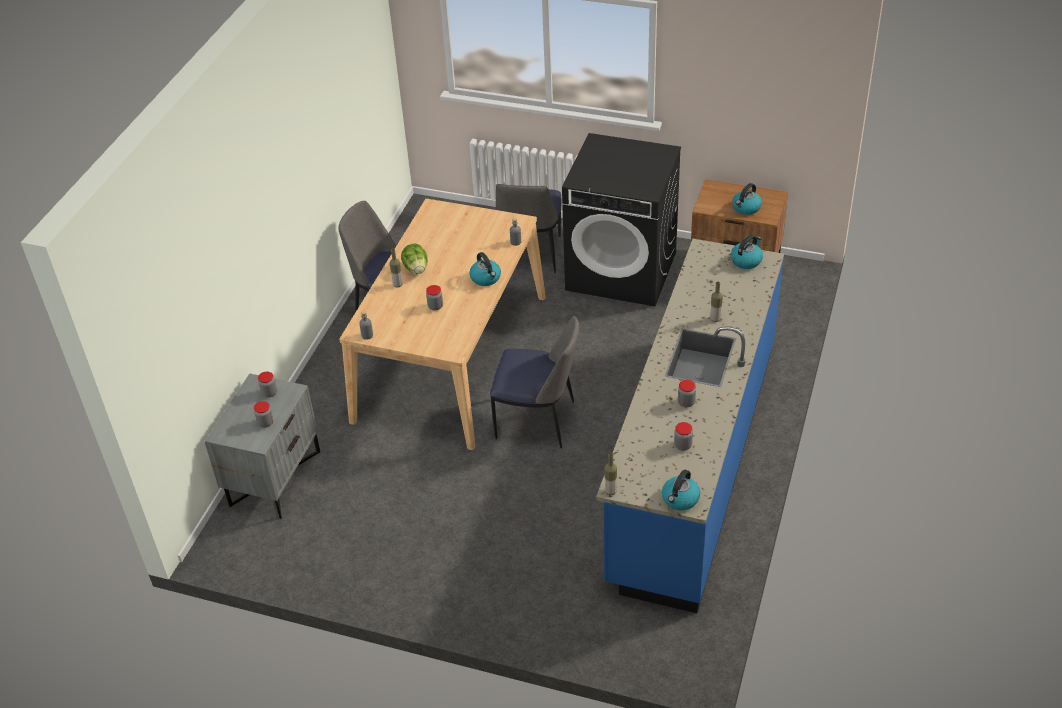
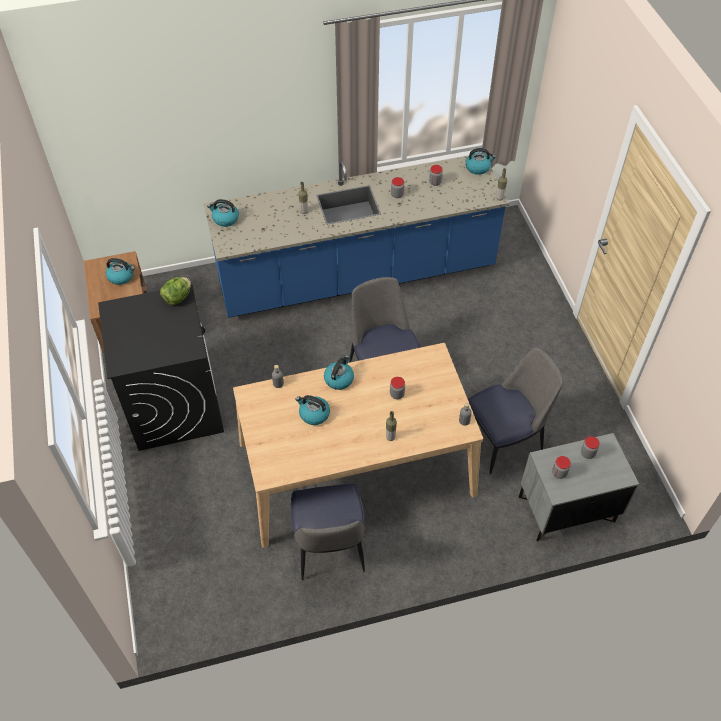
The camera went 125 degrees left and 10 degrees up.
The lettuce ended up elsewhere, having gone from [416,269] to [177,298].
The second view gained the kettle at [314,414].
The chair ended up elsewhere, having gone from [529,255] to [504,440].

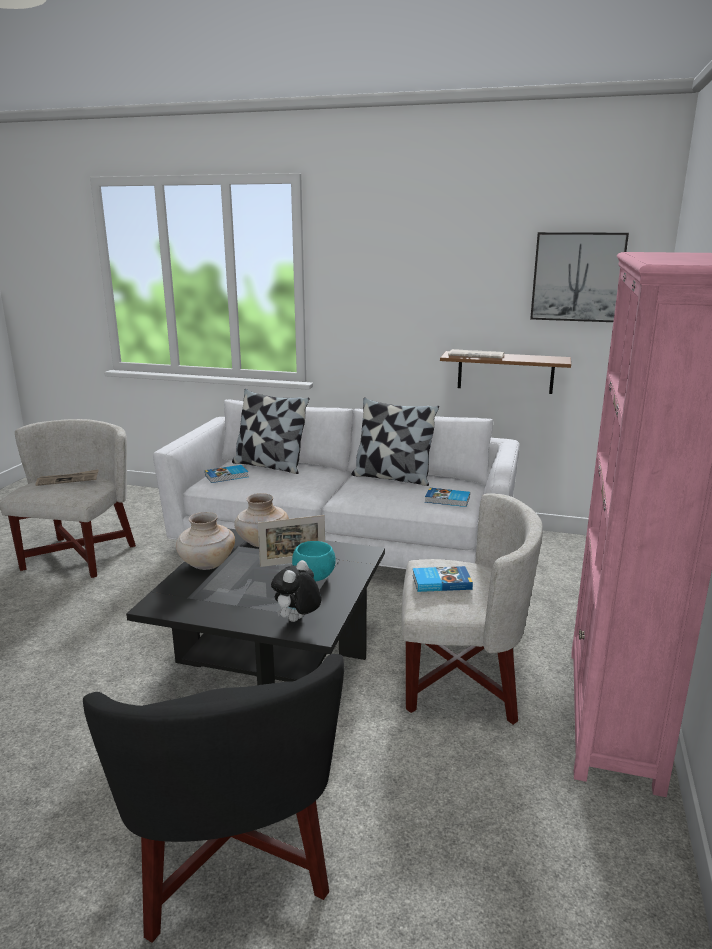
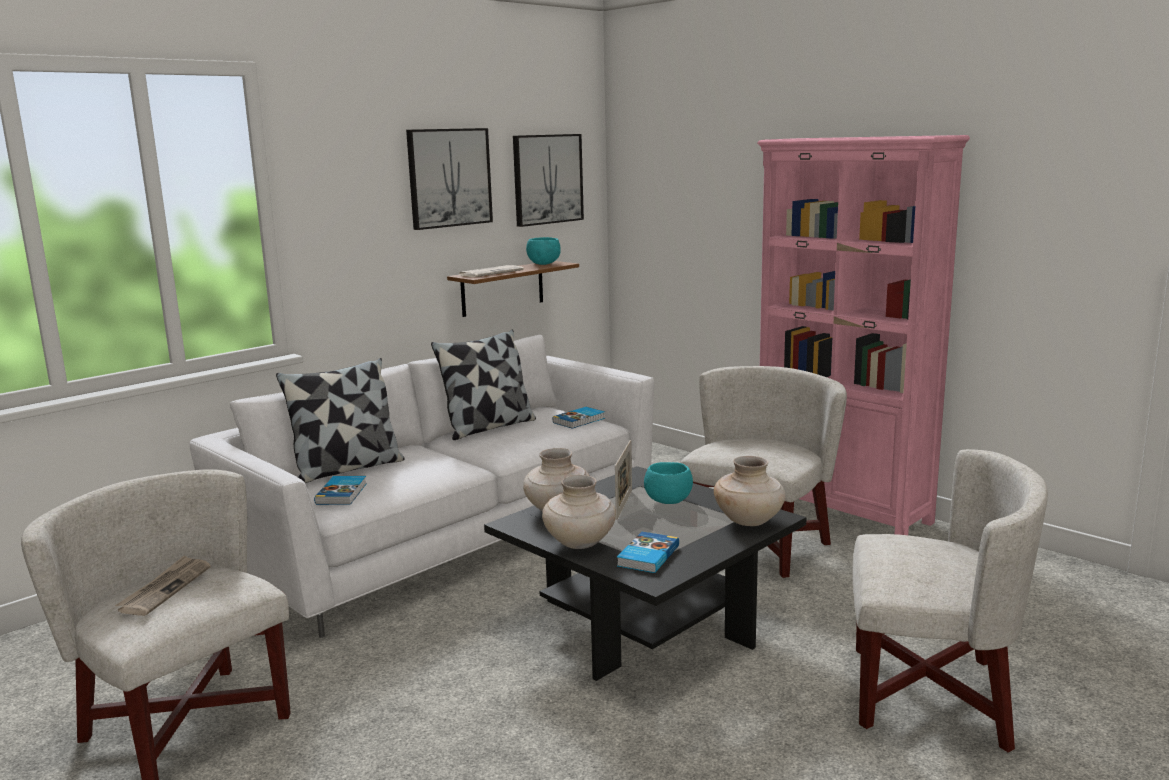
The camera went 60 degrees left and 5 degrees down.
The second view gained the picture at [449,177].
The second view gained the turquoise bowl at [544,264].
The book ended up elsewhere, having gone from [441,582] to [647,556].
Where the plush toy stood at [297,620], the beige vase came to stand at [749,521].
What was the black armchair at [232,858] turned into the white armchair at [931,695].

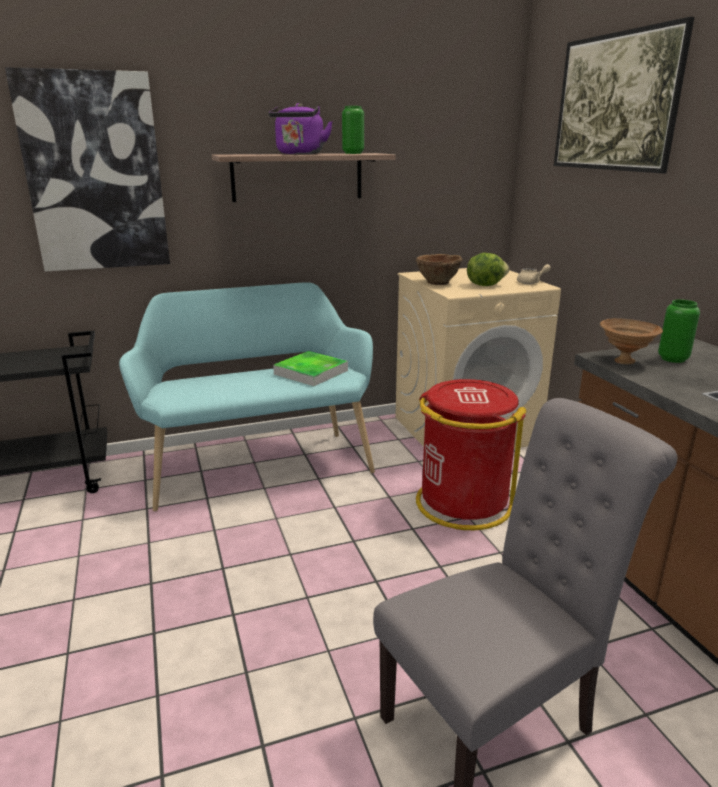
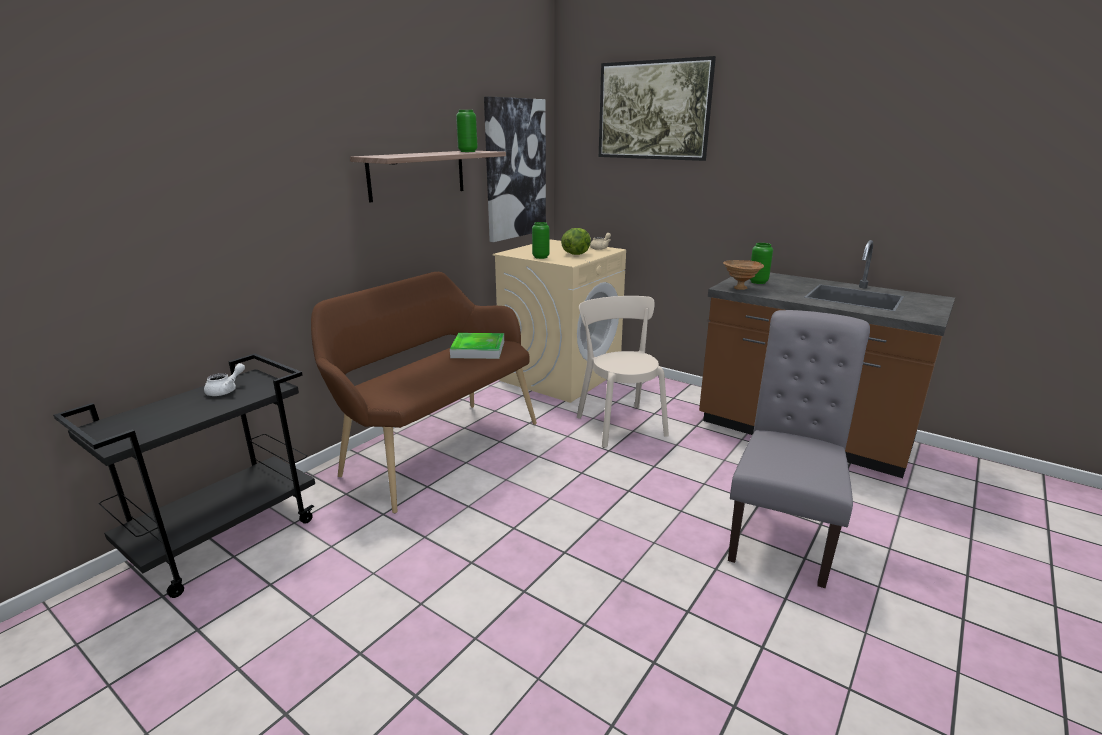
The camera went 35 degrees left and 0 degrees up.
The second view gained the white teapot at [226,390].
What was the turquoise bench at [258,464] turned into the brown bench at [436,447].
The picture ended up elsewhere, having gone from [95,173] to [515,169].
Where the brown bowl stood at [437,283], the green vase came to stand at [540,257].
Where the red trash can stood at [462,503], the beige chair came to stand at [619,424].
The second view lost the purple kettle at [299,154].

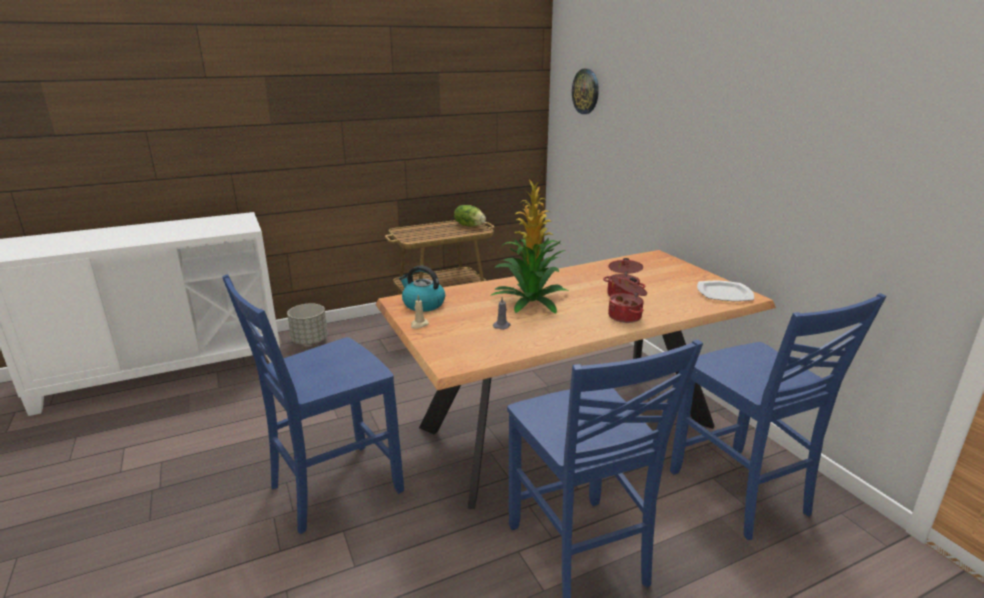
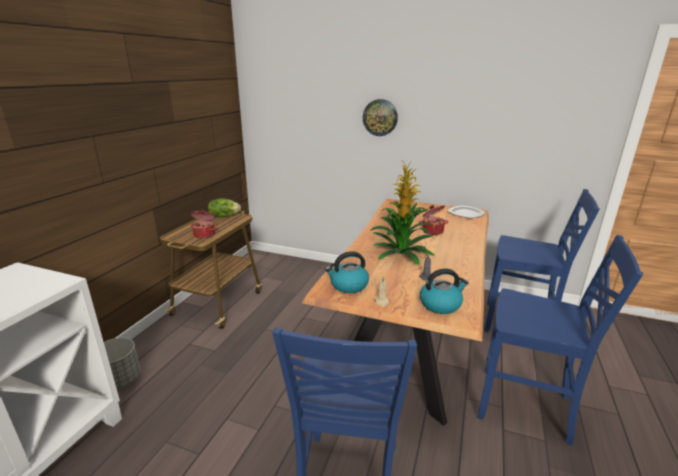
The camera went 45 degrees left and 0 degrees up.
The cooking pot ended up elsewhere, having gone from [625,316] to [205,234].
The wall clock ended up elsewhere, having gone from [586,91] to [380,117].
The second view gained the kettle at [440,304].

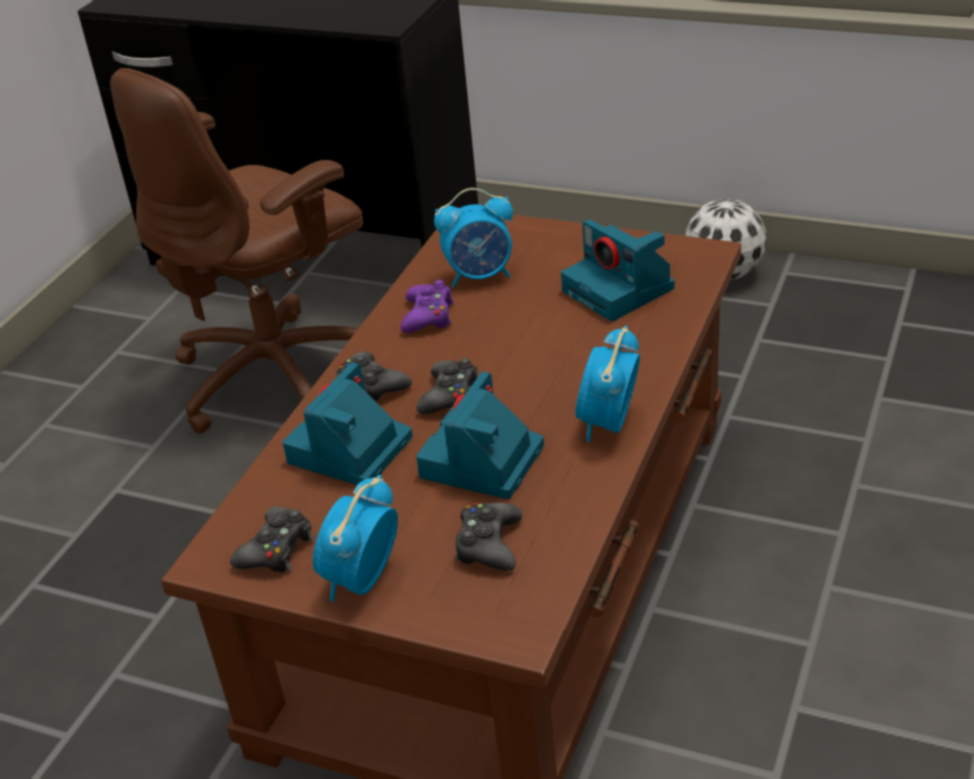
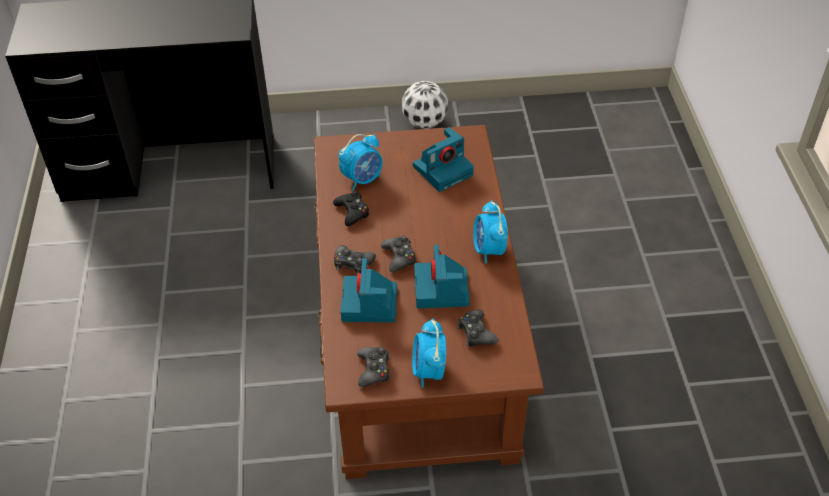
The camera went 30 degrees left and 10 degrees up.
What was the purple game controller at [428,316] turned into the black game controller at [352,212].
The photo camera at [620,290] ended up facing another way, 60 degrees counterclockwise from before.
The second view lost the brown office chair at [279,375].

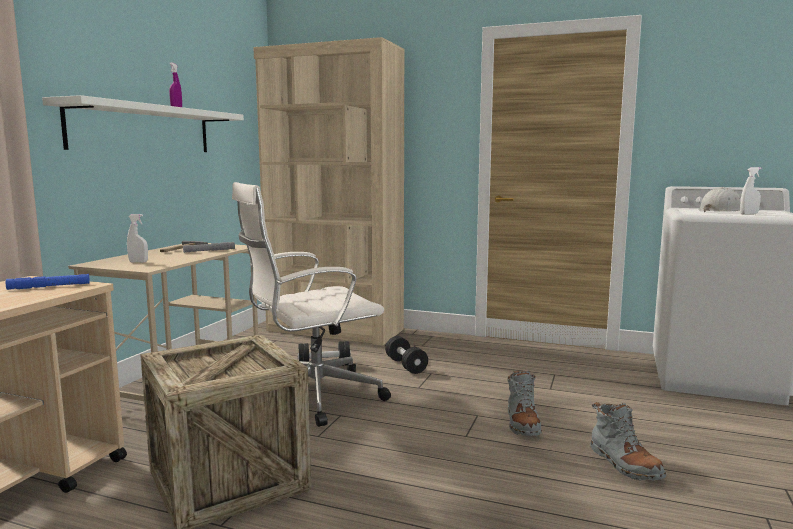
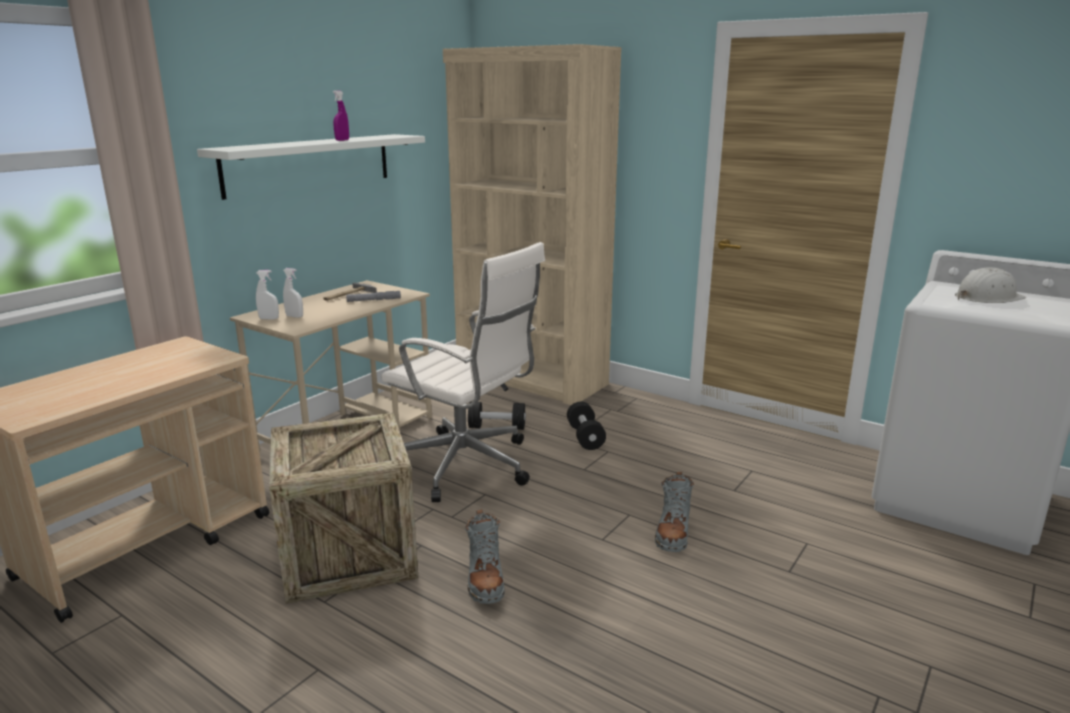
The camera went 15 degrees right and 10 degrees up.
The white spray bottle ended up elsewhere, having gone from [749,214] to [269,319].
The white office chair at [311,396] ended up facing another way, 135 degrees counterclockwise from before.
The grey boot ended up elsewhere, having gone from [624,464] to [485,579].
The second view lost the blue flashlight at [49,286].

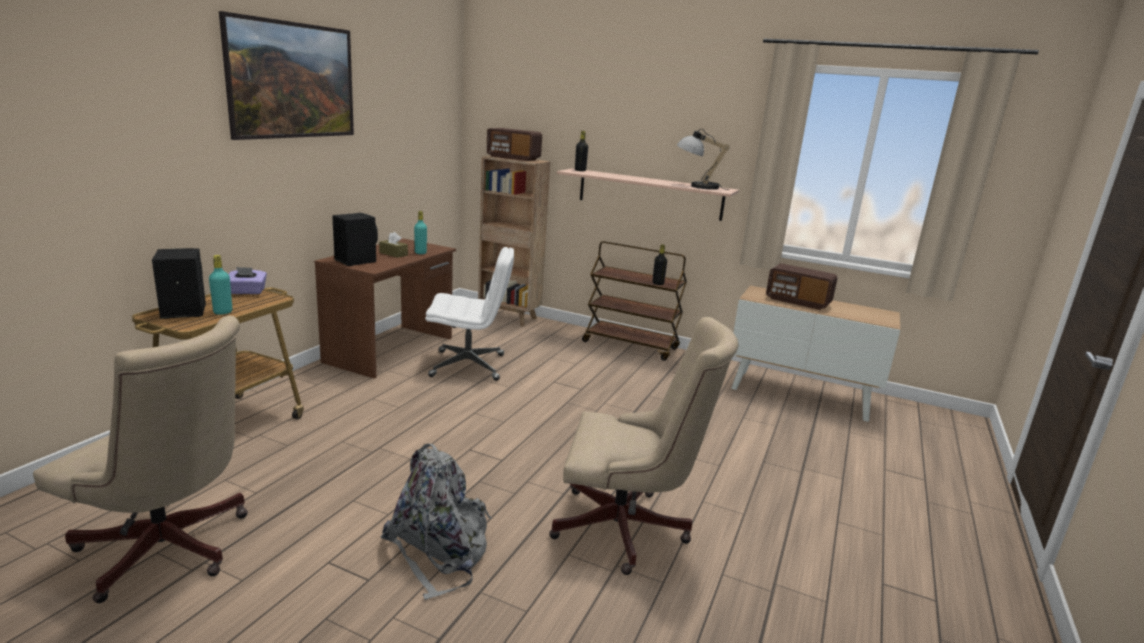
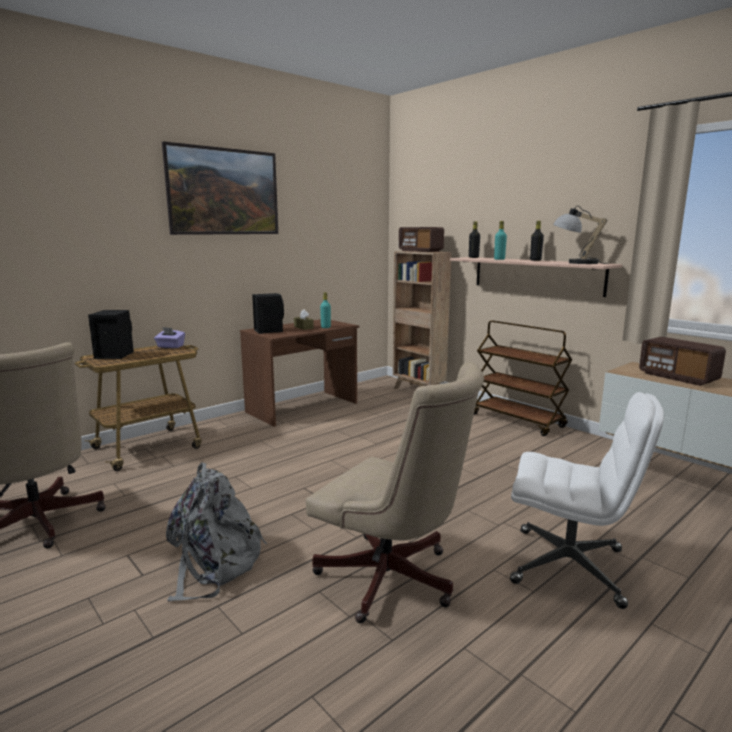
The camera went 25 degrees right and 5 degrees down.
The turquoise bottle ended up elsewhere, having gone from [223,312] to [499,259].
The white office chair ended up elsewhere, having gone from [469,365] to [569,566].
The black bottle ended up elsewhere, having gone from [658,284] to [535,260].

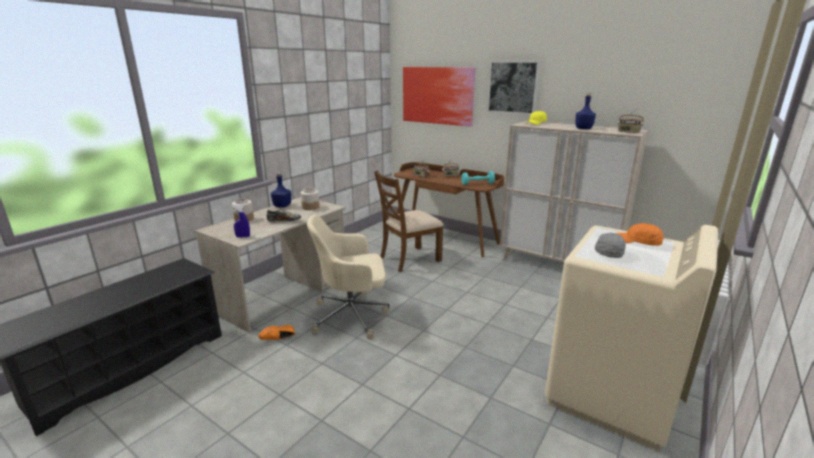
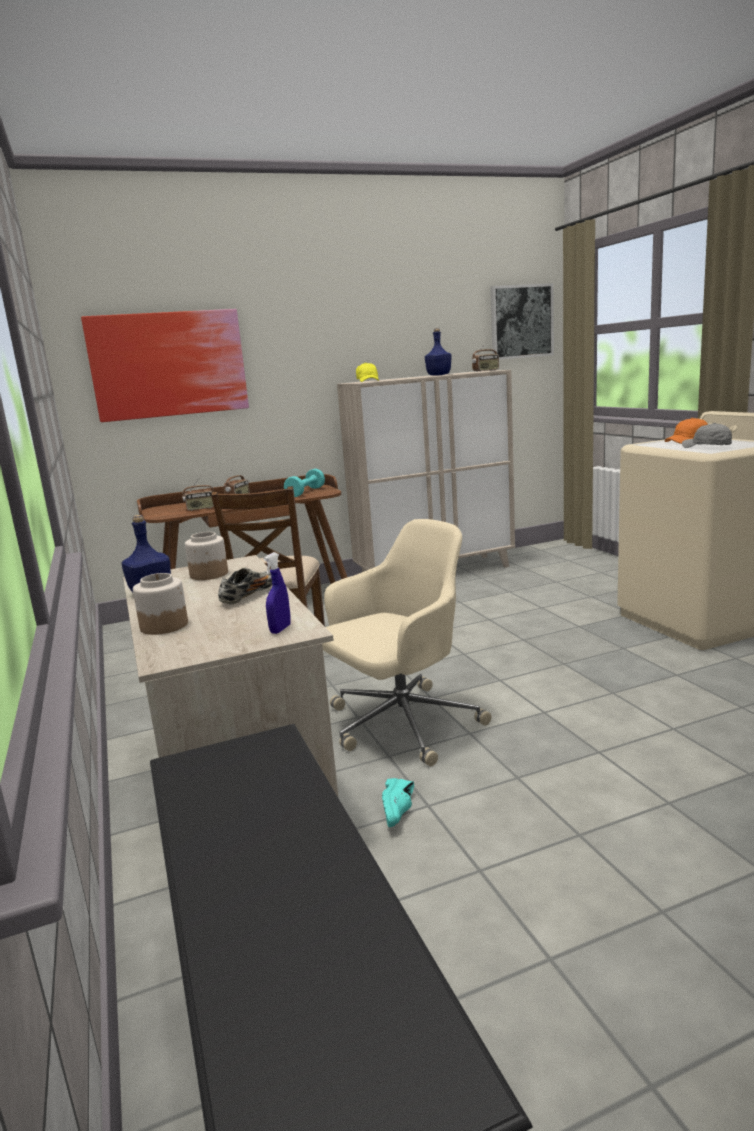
The camera went 55 degrees left and 5 degrees down.
The beige office chair at [352,316] ended up facing another way, 150 degrees counterclockwise from before.
What was the orange shoe at [278,339] turned into the turquoise shoe at [401,811].
The picture ended up elsewhere, having gone from [513,87] to [521,321].

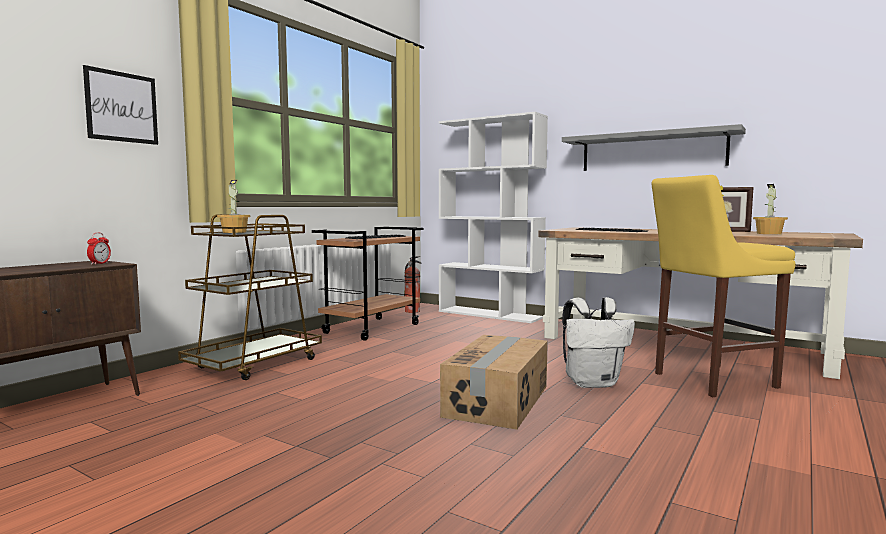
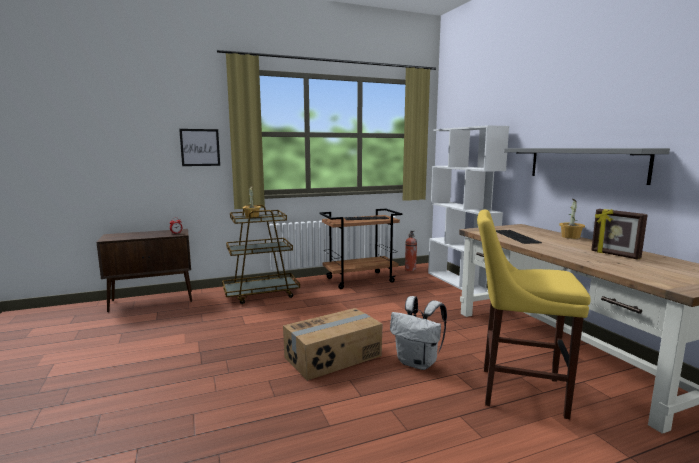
The camera went 35 degrees right and 5 degrees up.
The potted plant ended up elsewhere, having gone from [768,233] to [570,237].

